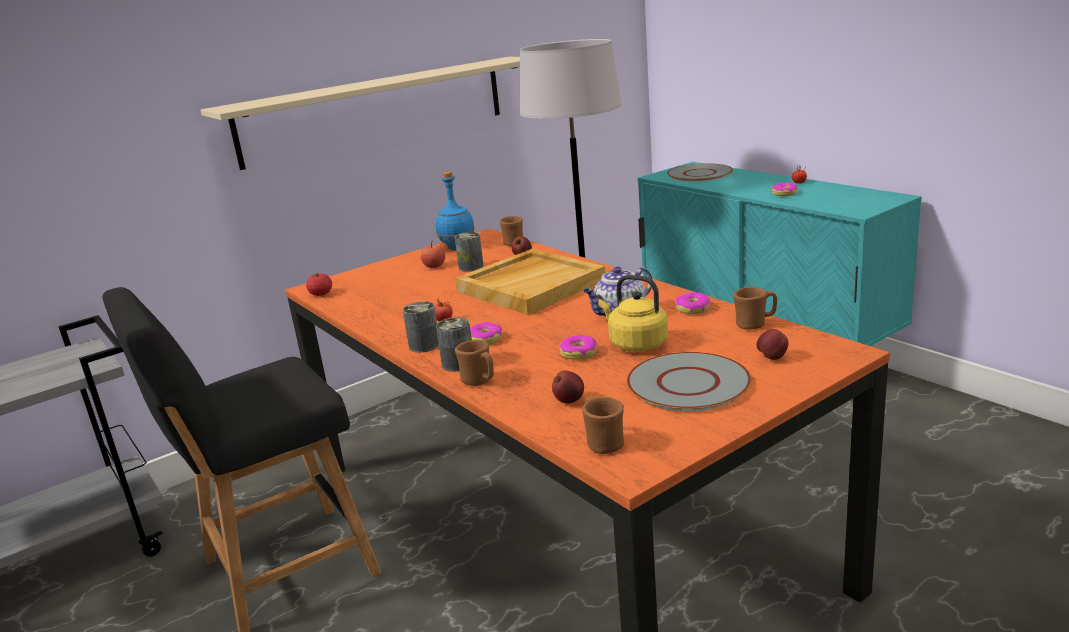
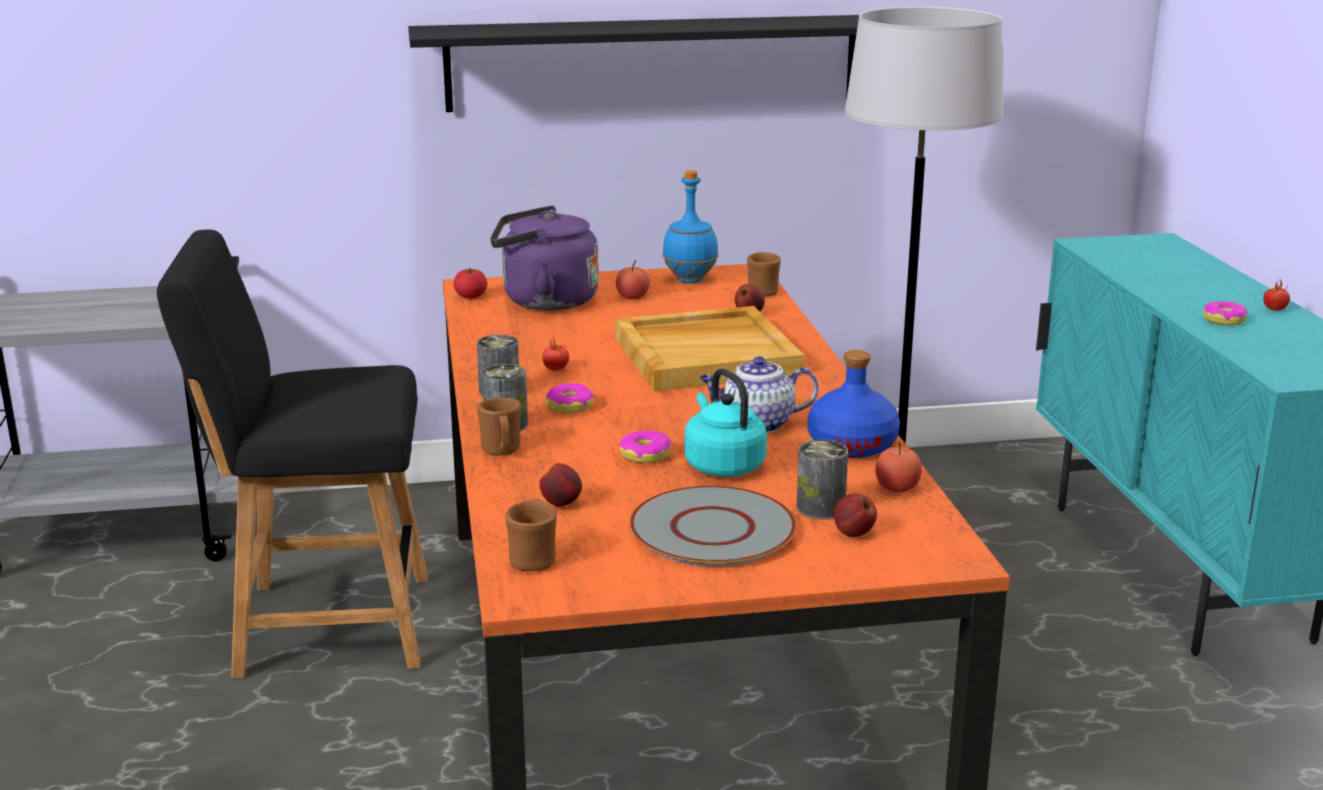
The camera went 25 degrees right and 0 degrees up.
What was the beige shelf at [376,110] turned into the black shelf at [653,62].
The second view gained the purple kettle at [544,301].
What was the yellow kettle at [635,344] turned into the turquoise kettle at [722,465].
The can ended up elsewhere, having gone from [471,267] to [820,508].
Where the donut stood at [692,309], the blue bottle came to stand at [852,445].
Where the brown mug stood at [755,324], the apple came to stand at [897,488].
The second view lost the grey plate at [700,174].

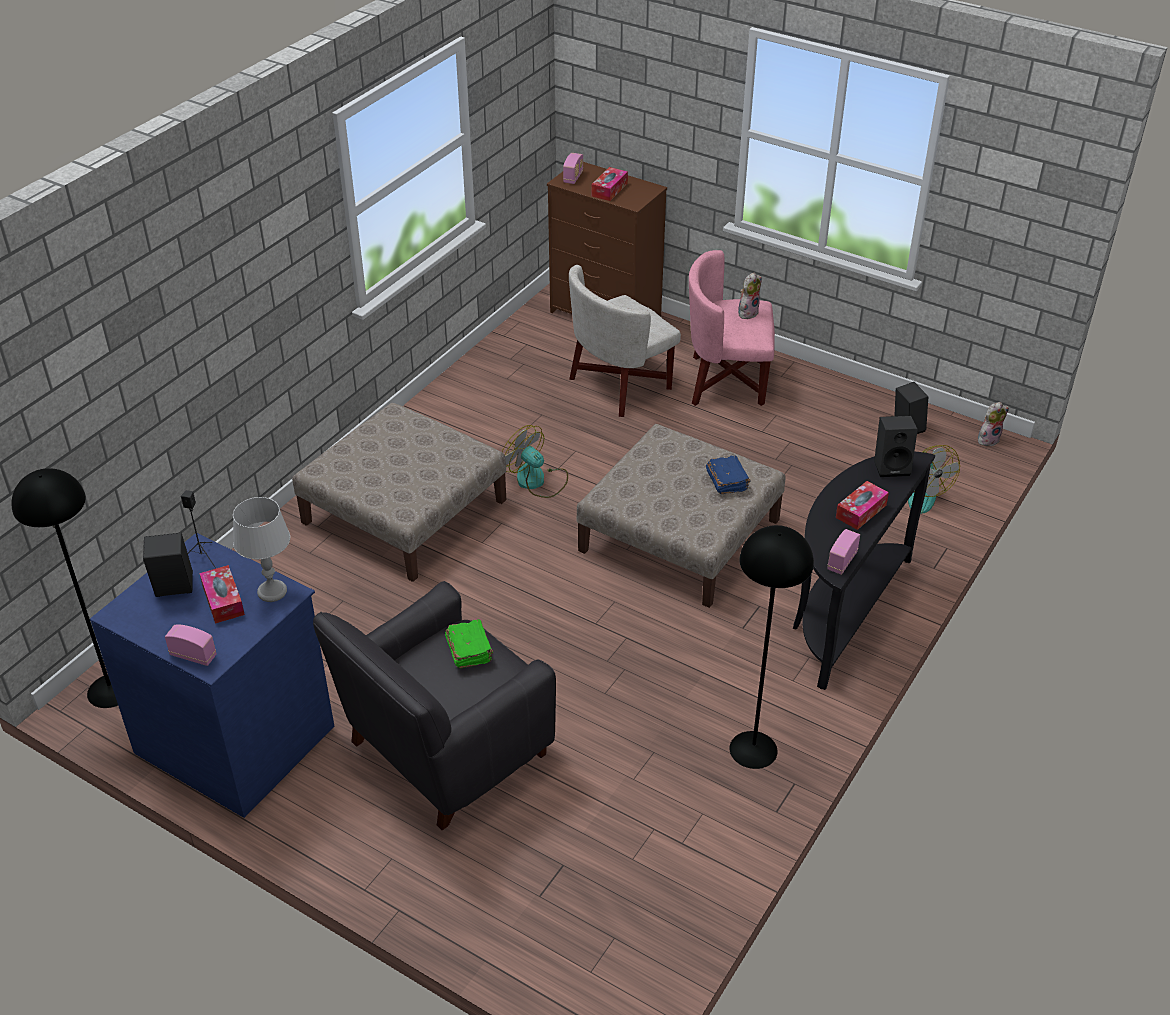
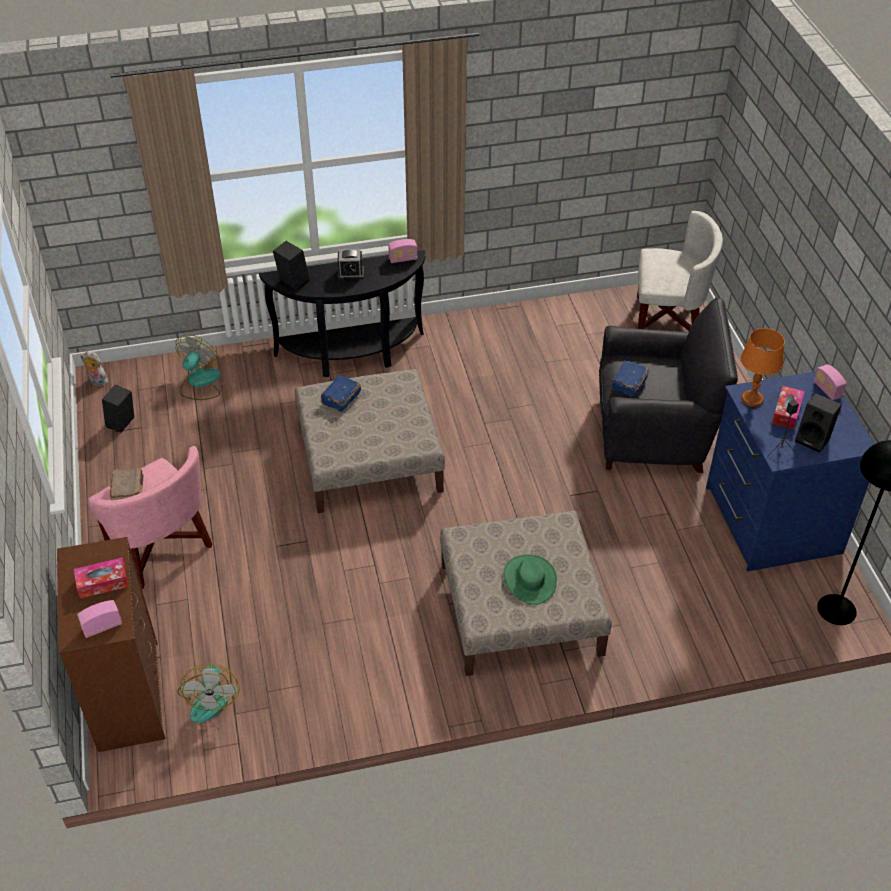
The camera went 135 degrees left and 5 degrees up.
Where the plush toy stood at [747,312], the brown book came to stand at [128,490].
The fan ended up elsewhere, having gone from [537,481] to [209,697].
Where the tissue box stood at [861,511], the alarm clock came to stand at [350,273].
The second view gained the green hat at [530,579].
What was the green book at [469,650] turned into the blue book at [628,384].
The white armchair ended up elsewhere, having gone from [620,385] to [668,320].
What was the grey table lamp at [271,592] turned into the orange table lamp at [752,399].
The second view lost the black floor lamp at [753,750].

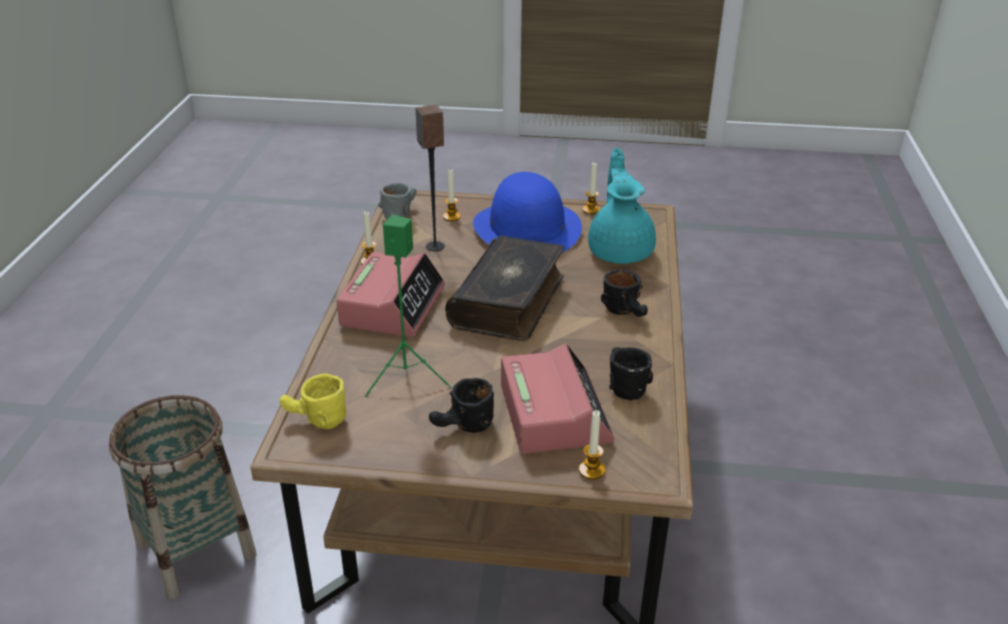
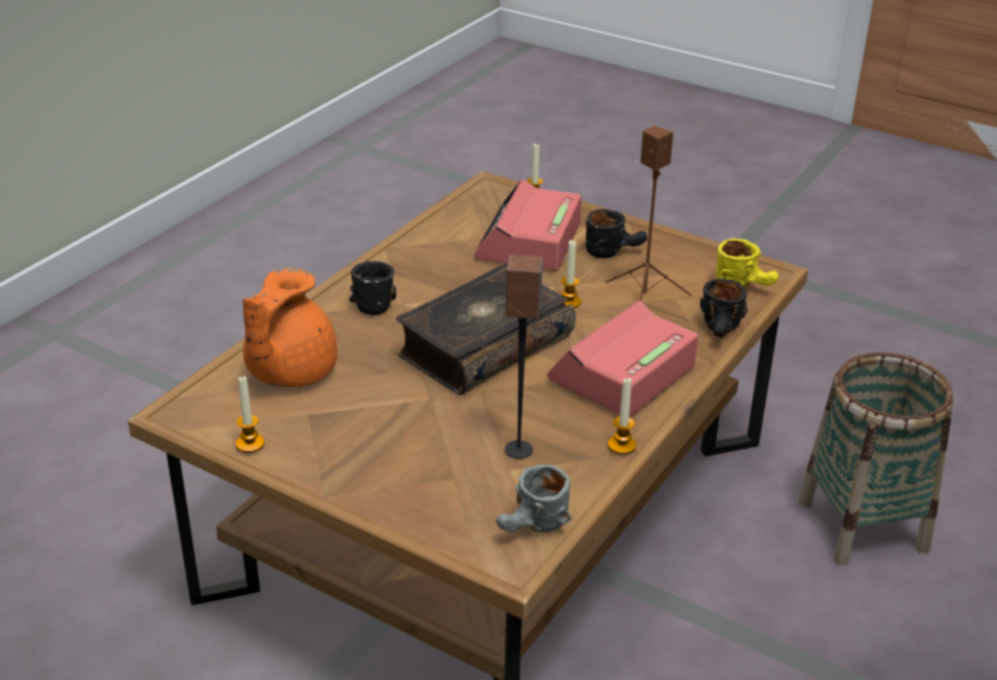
The camera went 155 degrees left and 0 degrees up.
What was the turquoise teapot at [620,250] turned into the orange teapot at [288,372].
The candle ended up elsewhere, having gone from [451,217] to [569,302].
What was the green speaker at [405,377] turned into the brown speaker at [645,301].
The black mug ended up elsewhere, having gone from [621,384] to [722,332].
The second view lost the blue hat at [527,228].

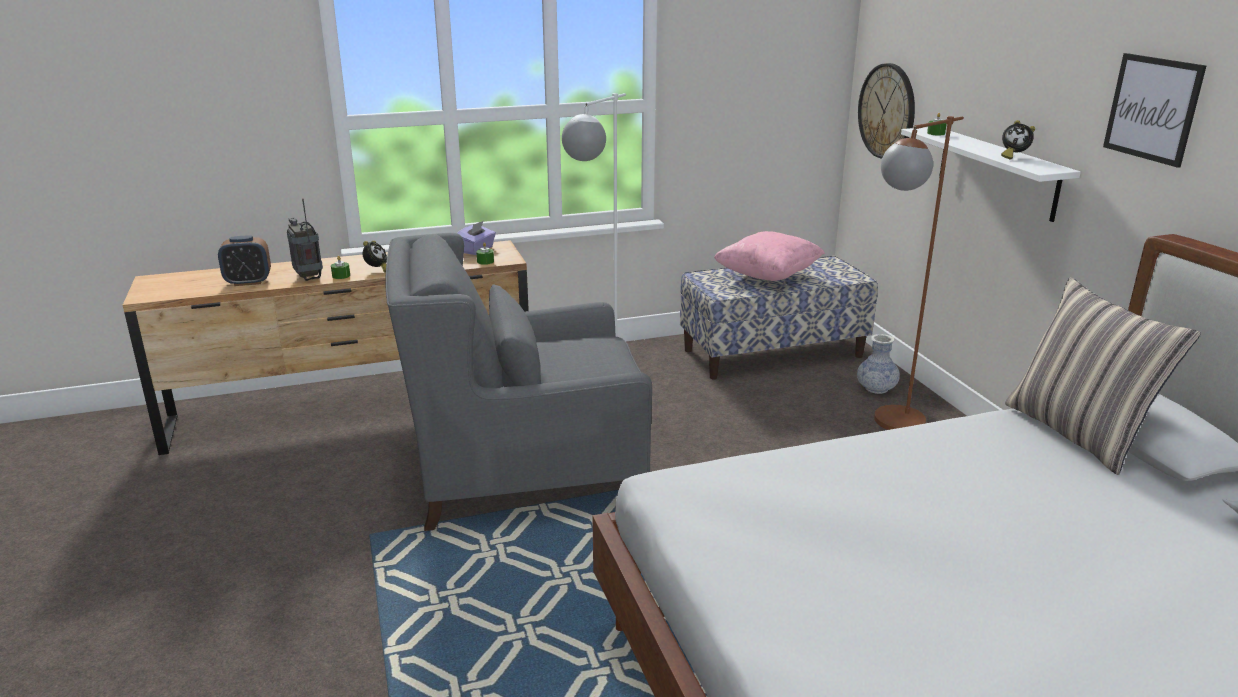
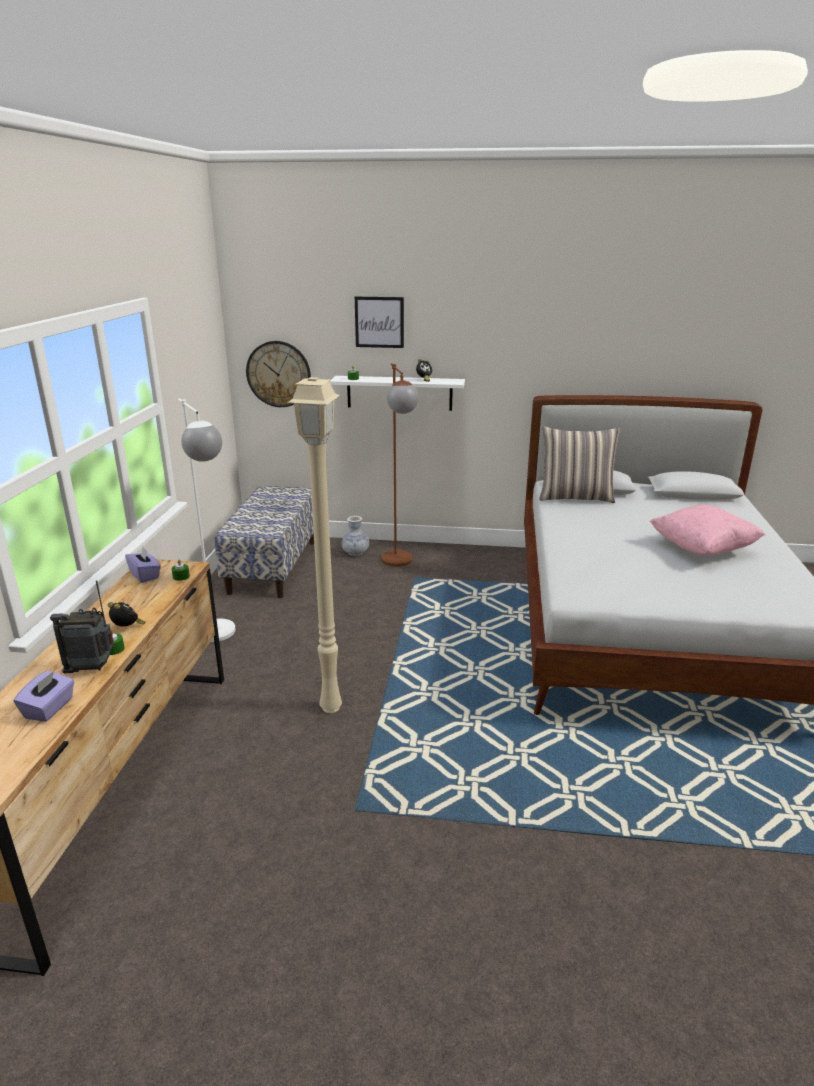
The camera went 65 degrees left and 0 degrees up.
Where the alarm clock stood at [248,282], the purple tissue box came to stand at [49,708].
Where the grey armchair stood at [525,471], the beige floor lamp came to stand at [329,708].
The picture ended up elsewhere, having gone from [1152,108] to [379,322].
The pink pillow ended up elsewhere, having gone from [767,276] to [702,549].

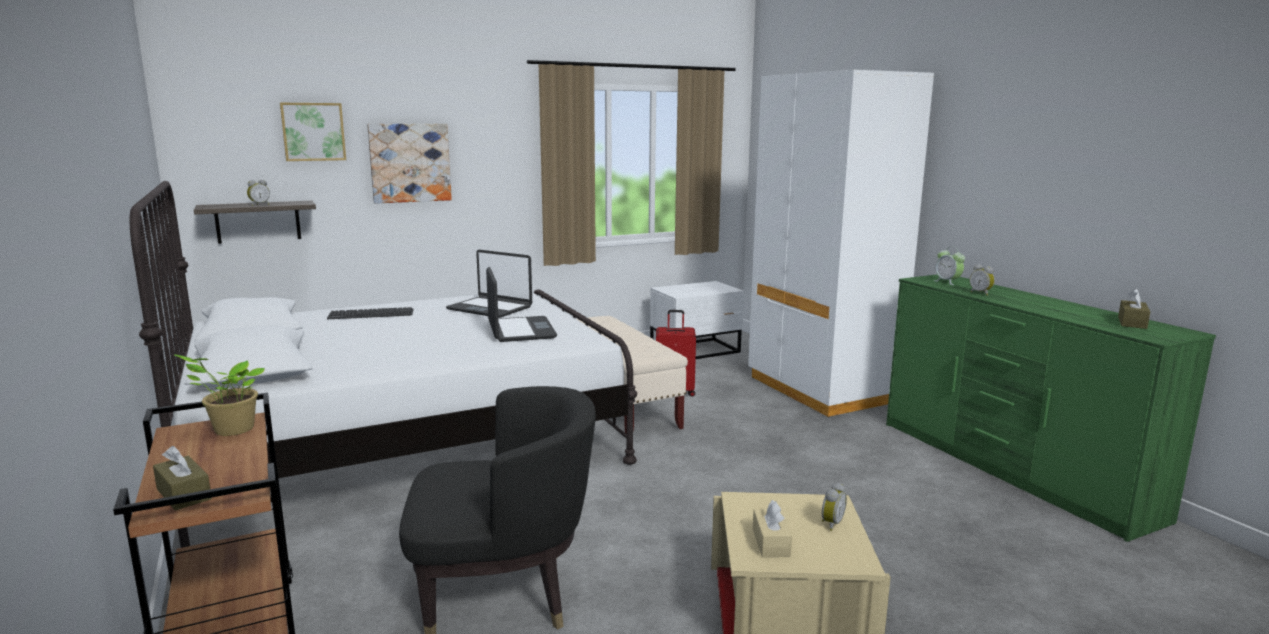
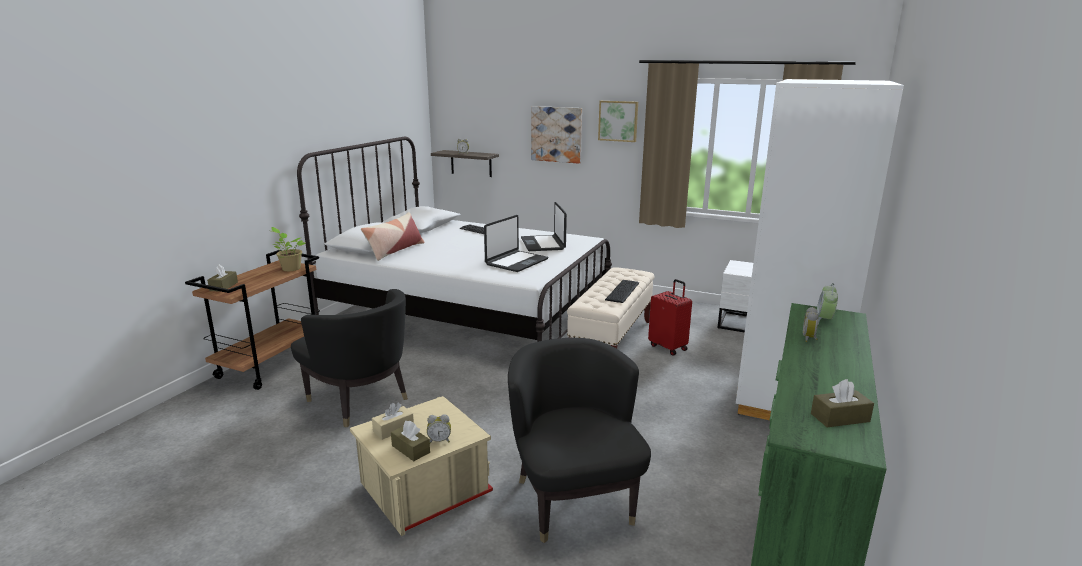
The camera went 50 degrees right and 5 degrees up.
The second view gained the pillow at [395,251].
The second view gained the brown tissue box at [410,449].
The second view gained the black armchair at [573,499].
The picture ended up elsewhere, having gone from [313,131] to [618,121].
The second view gained the keyboard at [621,291].

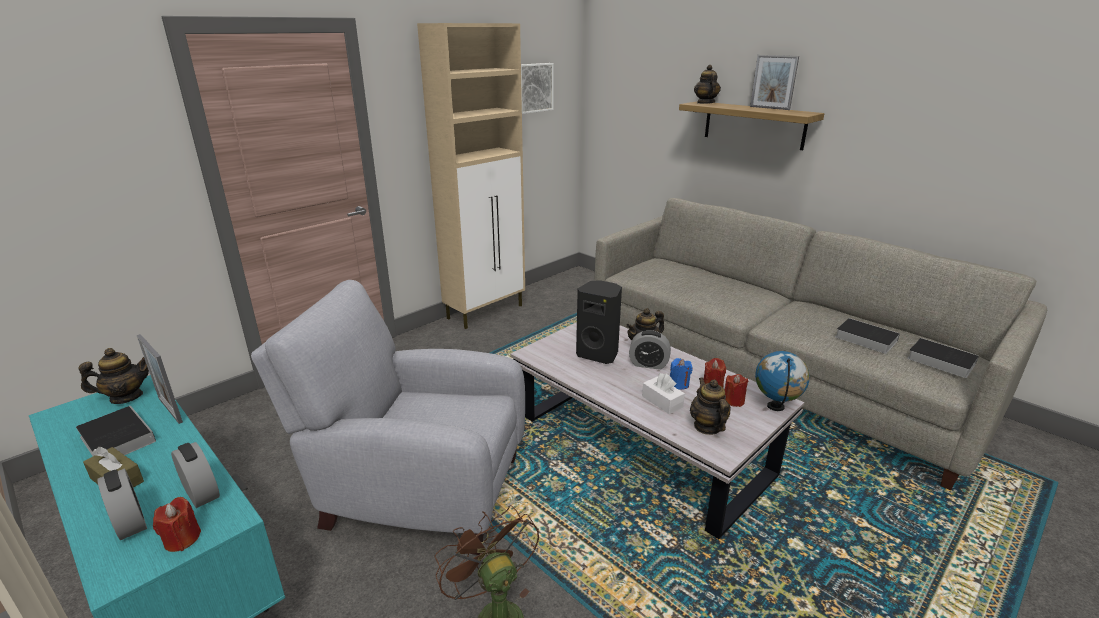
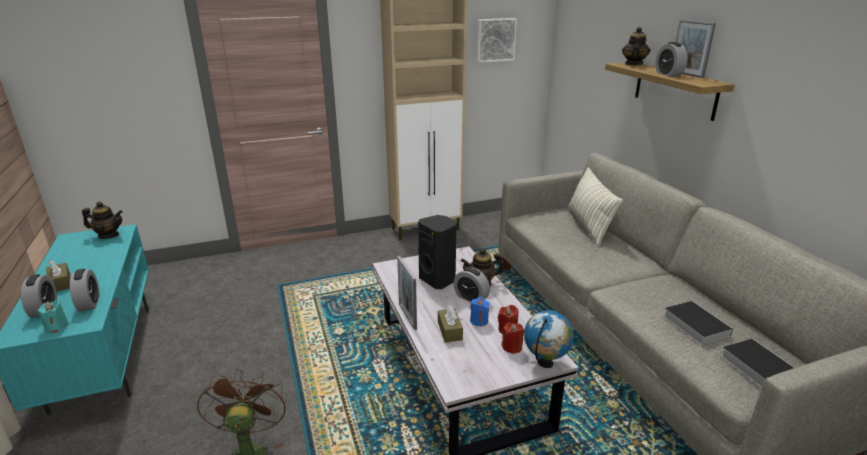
The camera went 25 degrees right and 0 degrees up.
What was the red candle at [182,539] turned into the turquoise candle at [57,327].
The picture frame ended up elsewhere, having gone from [170,410] to [407,316].
What was the white tissue box at [662,401] turned into the brown tissue box at [449,331].
The second view gained the pillow at [588,225].
The second view gained the alarm clock at [668,74].
The second view lost the book at [116,438].
The second view lost the grey armchair at [417,489].
The second view lost the teapot at [707,426].

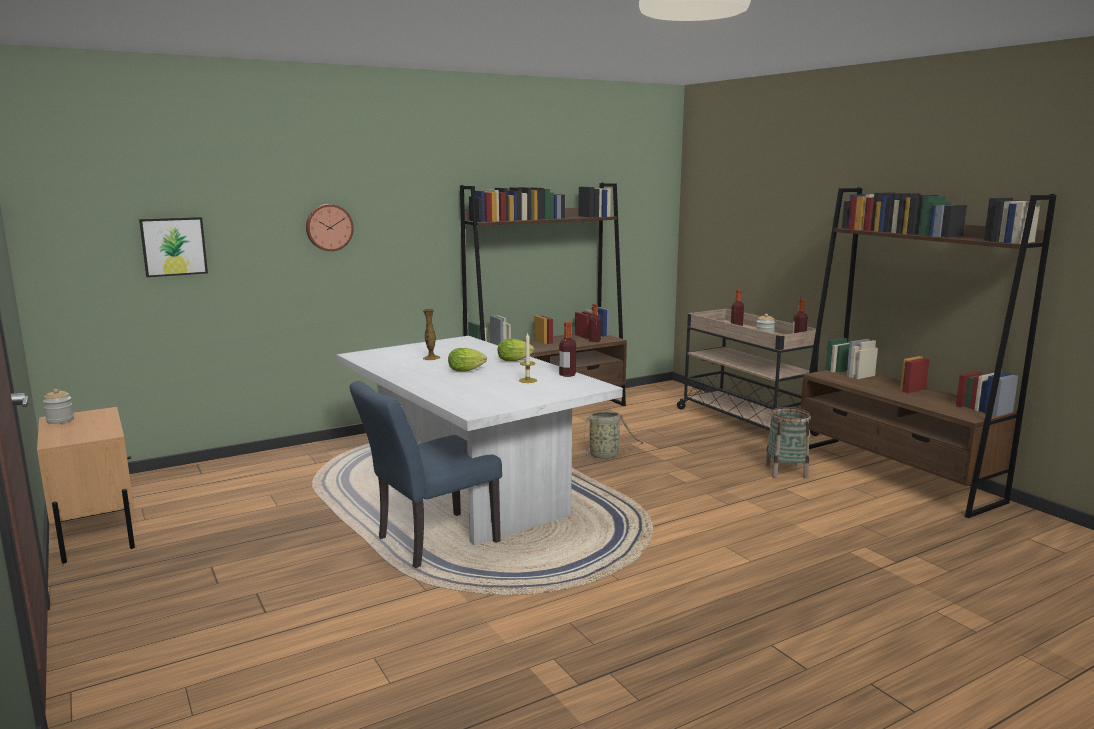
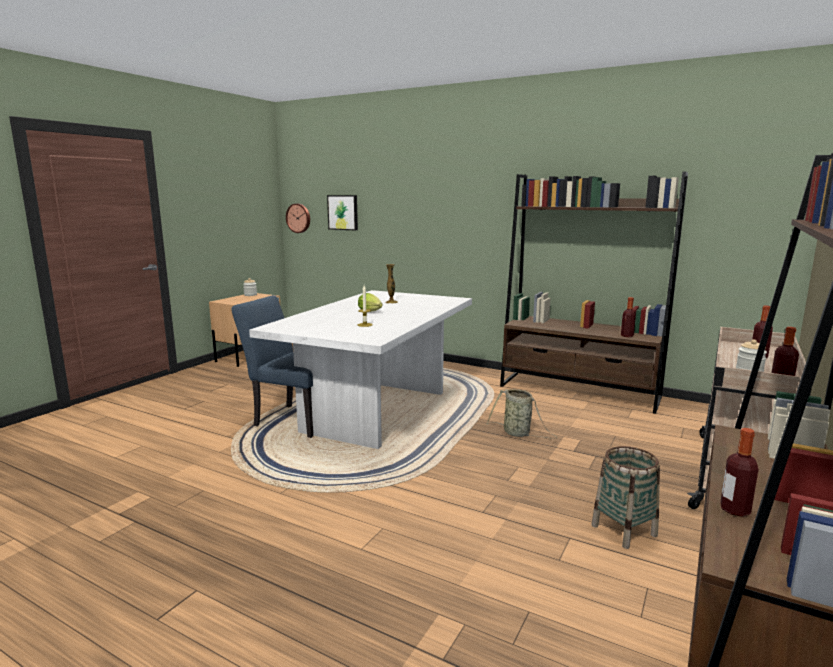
The camera went 60 degrees right and 0 degrees up.
The wall clock ended up elsewhere, having gone from [329,227] to [299,218].
The bottle ended up elsewhere, having gone from [567,375] to [734,510].
The second view lost the lettuce at [516,360].

